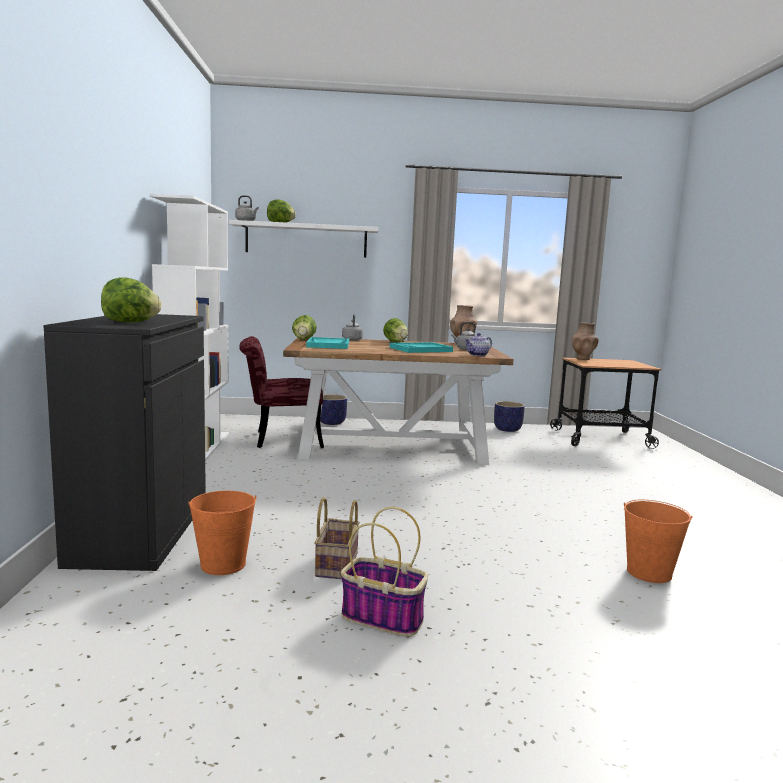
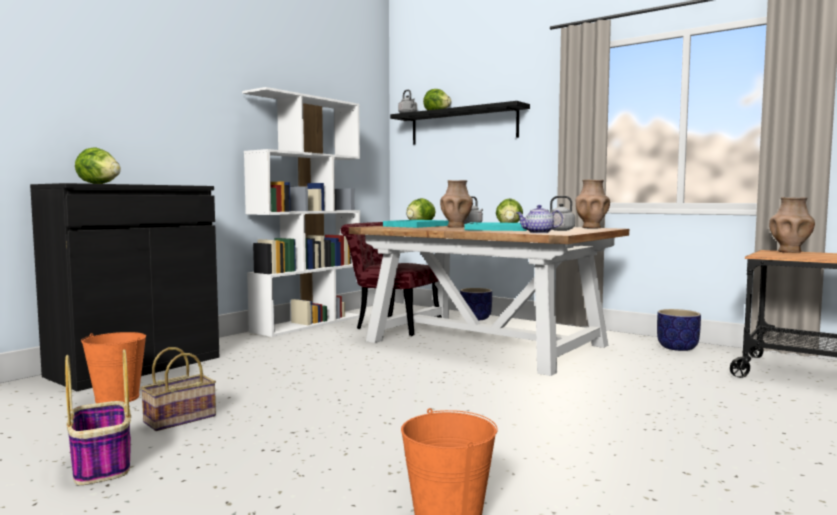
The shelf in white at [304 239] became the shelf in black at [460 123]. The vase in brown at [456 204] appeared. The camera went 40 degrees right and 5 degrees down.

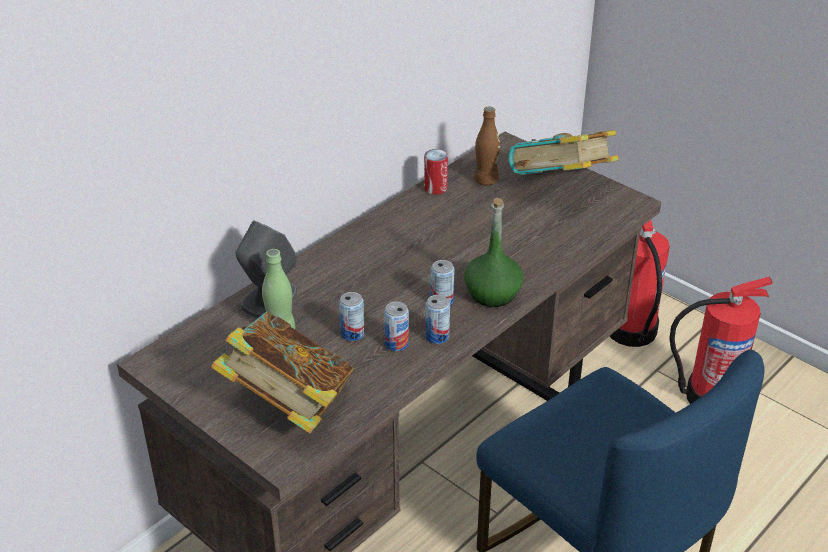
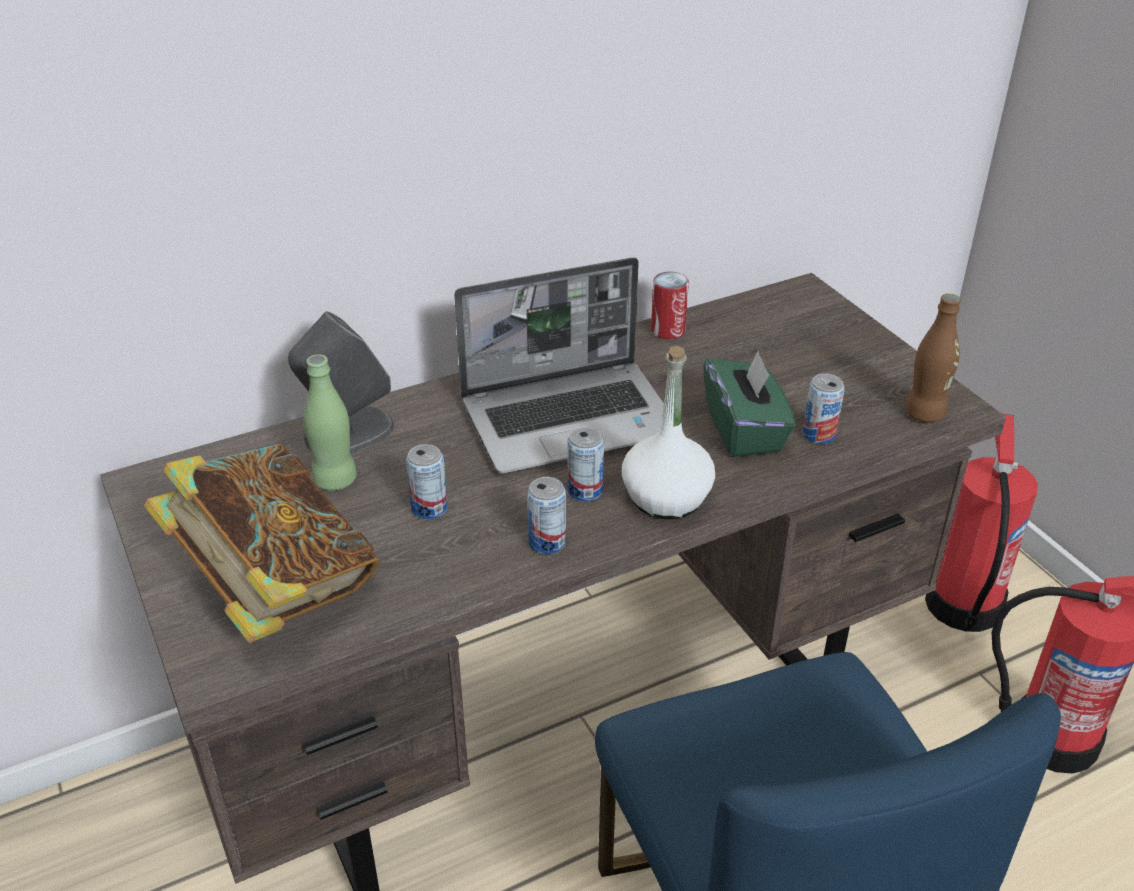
The laptop at [559 366] appeared. The bottle in green at [494 252] became the bottle in white at [668 432]. The tissue box in green at [750 403] appeared. The can moved from [396 326] to [823 408]. The bottle in brown moved from [487 145] to [933 358]. The book at [563 152] disappeared. The camera went 20 degrees right and 0 degrees up.

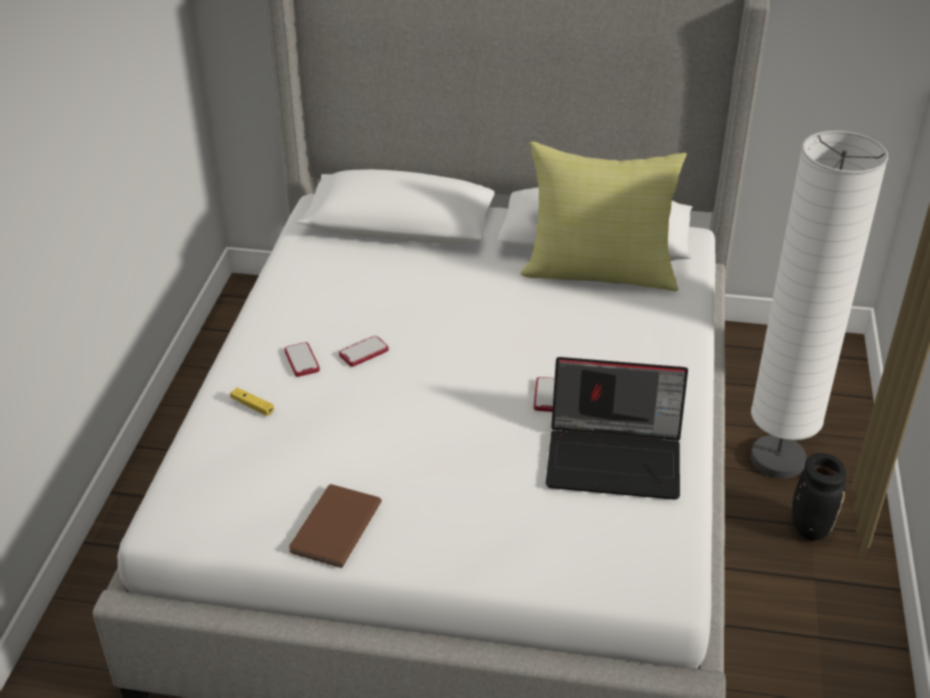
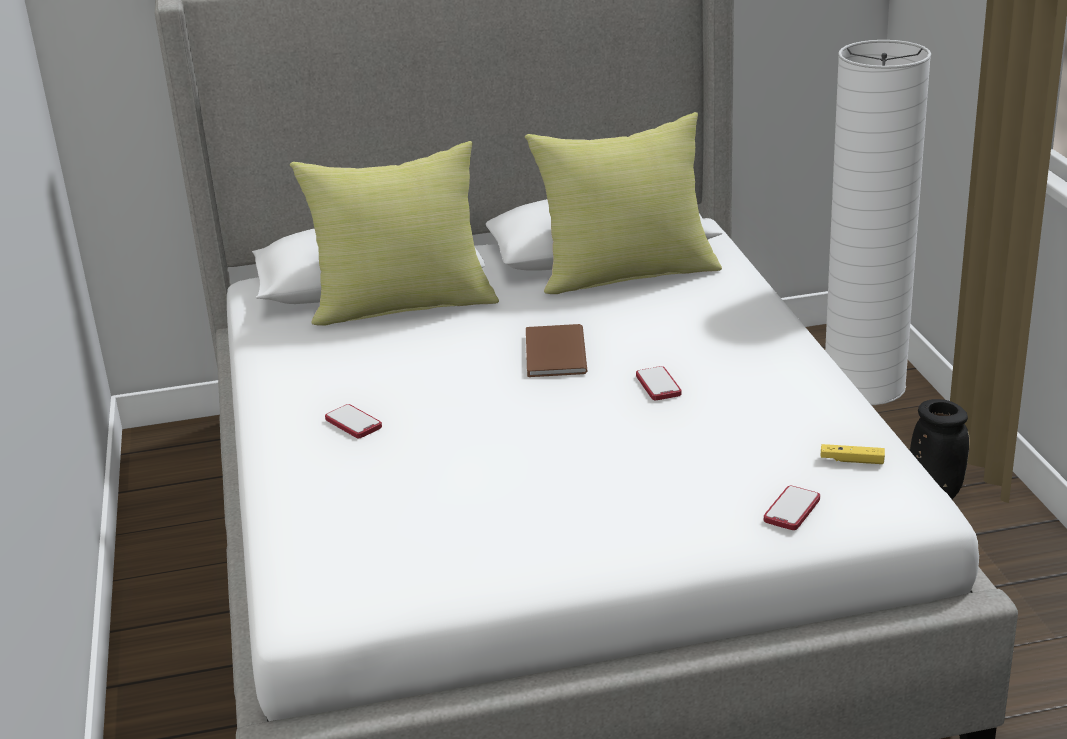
The pillow in yellow at [394 233] appeared. The book in brown moved from [335 526] to [556 350]. The phone moved from [364 351] to [792 508]. The game controller in yellow moved from [252 401] to [852 454]. The laptop at [617 428] disappeared. The camera went 20 degrees left and 10 degrees down.

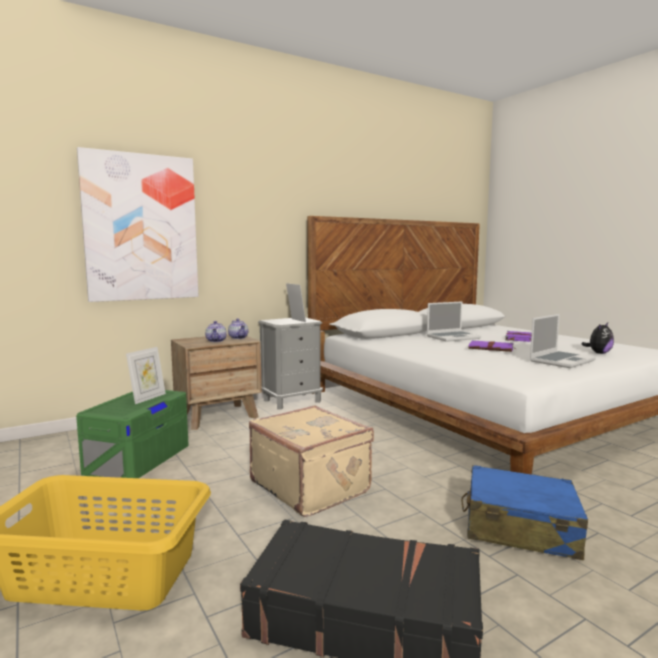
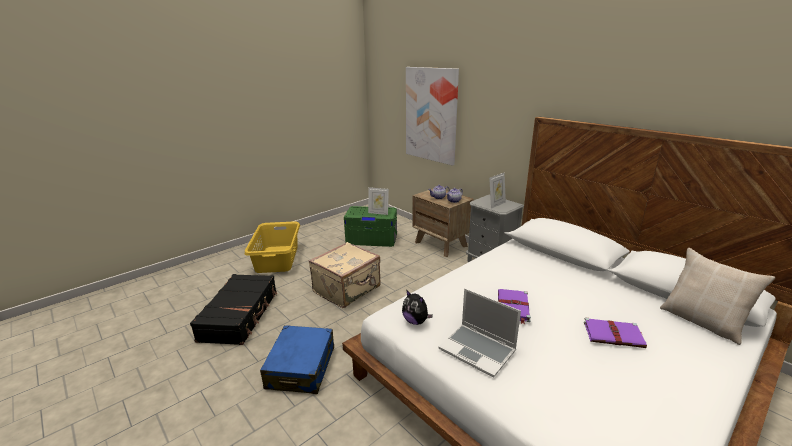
The plush toy moved from [598 338] to [417 307]. The pillow in beige at [717 296] appeared. The laptop at [454 322] disappeared. The camera went 80 degrees right and 15 degrees up.

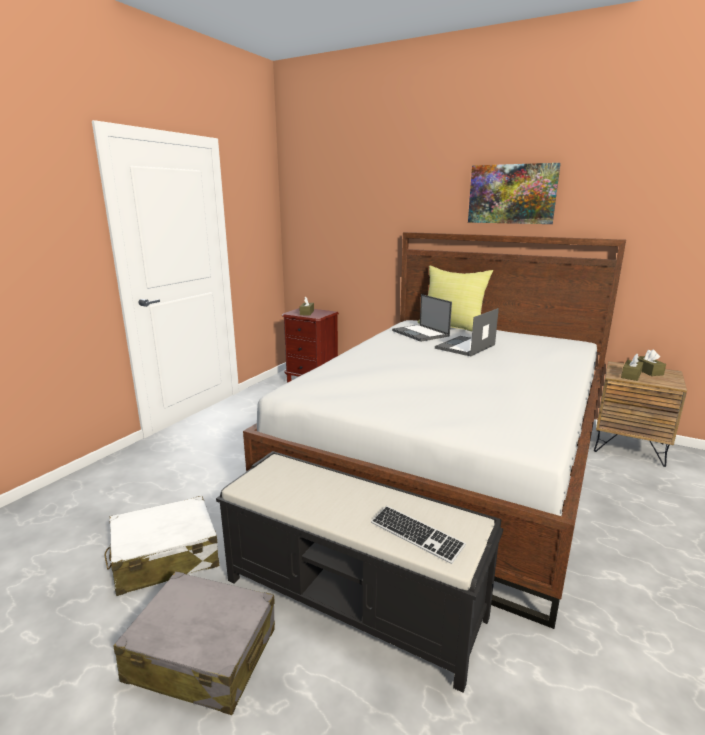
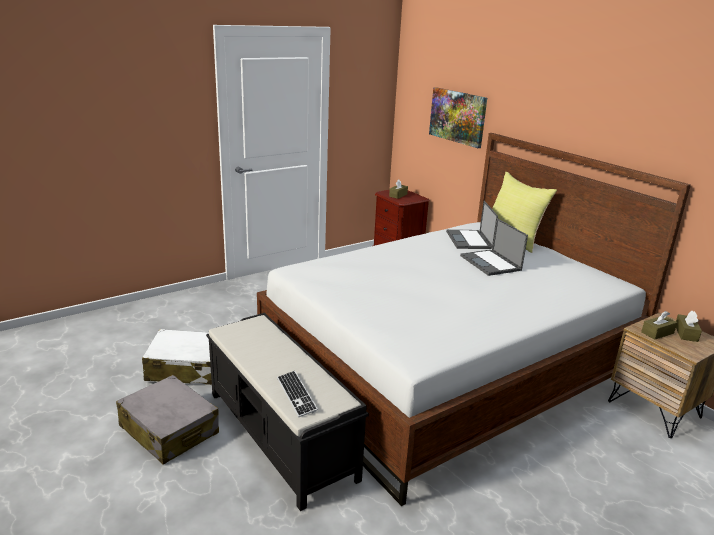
The picture moved from [514 193] to [458 117]. The laptop at [467 332] turned 90 degrees counterclockwise. The camera went 25 degrees right and 5 degrees up.

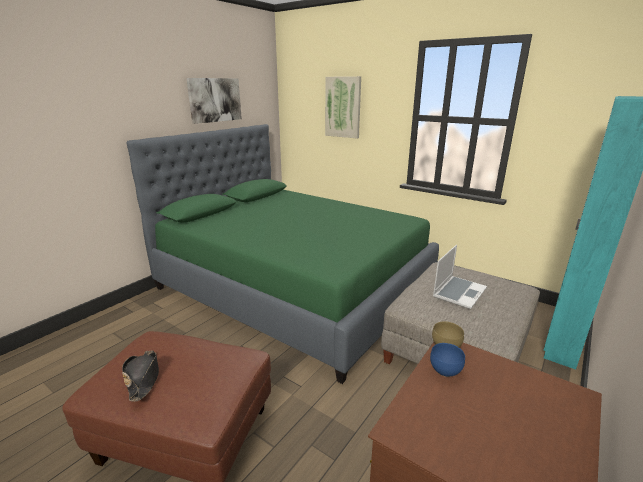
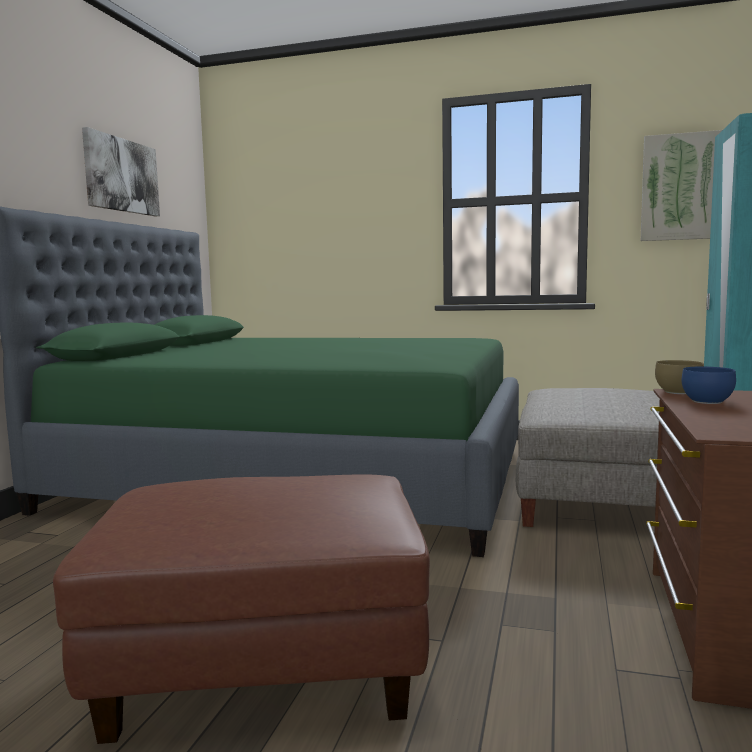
The picture moved from [343 107] to [681 185]. The hat in black at [140 376] disappeared. The laptop at [460 277] disappeared. The camera went 20 degrees left and 15 degrees down.

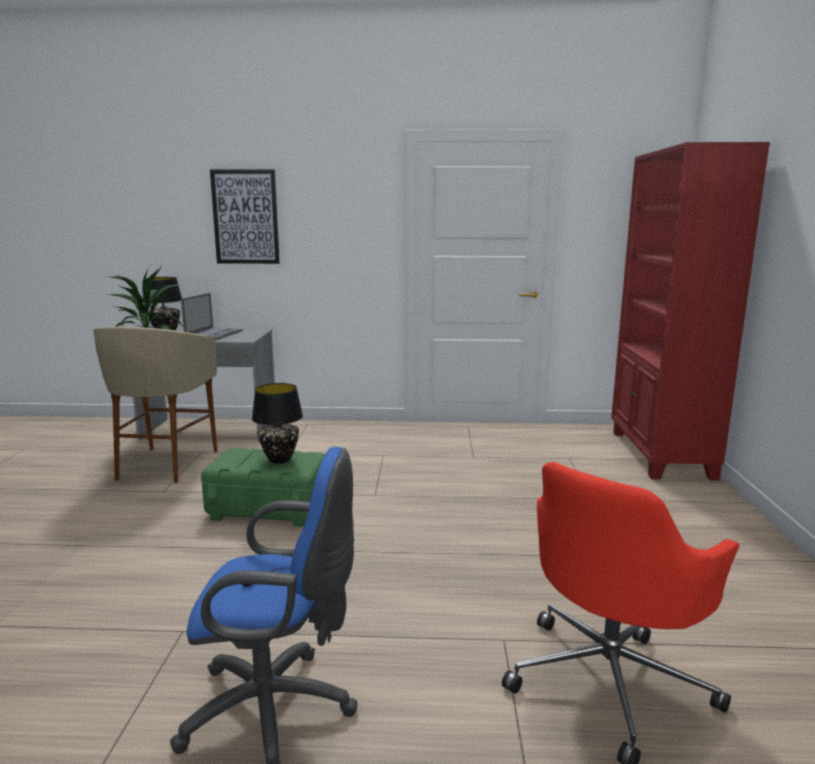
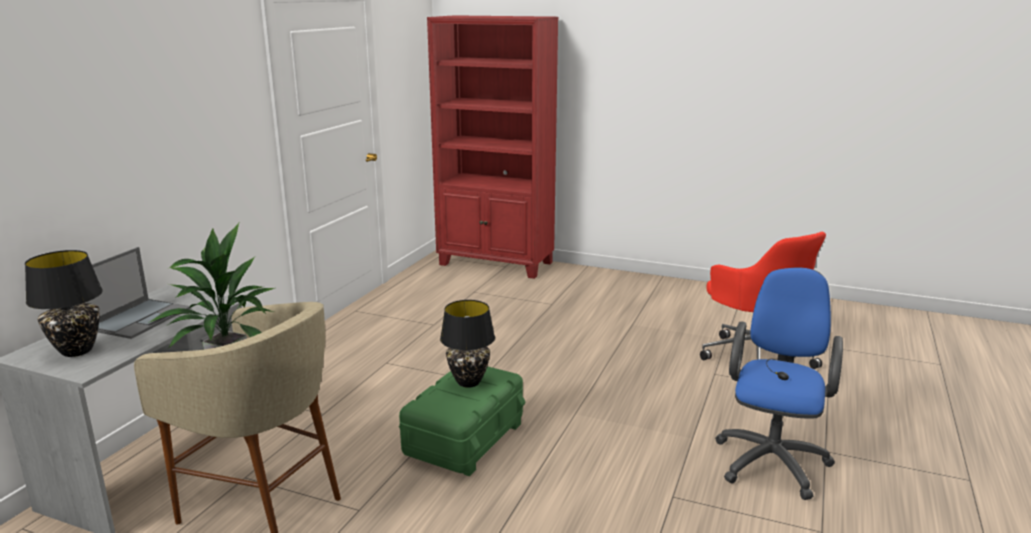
The laptop at [212 316] turned 75 degrees clockwise. The picture at [245 216] disappeared. The camera went 70 degrees left and 5 degrees up.

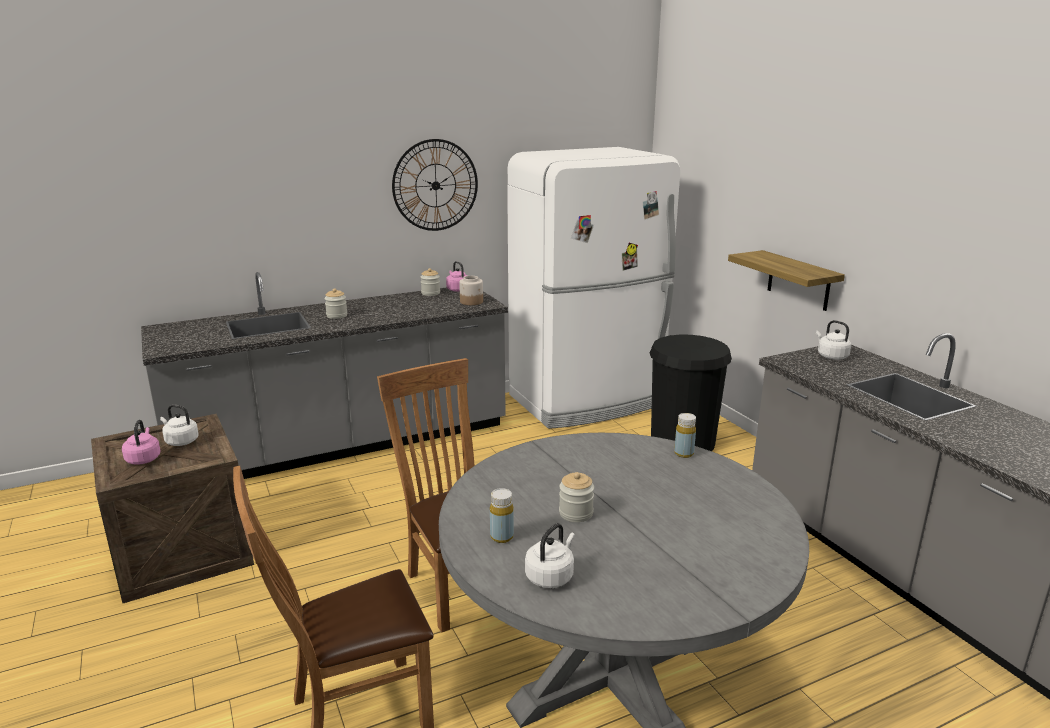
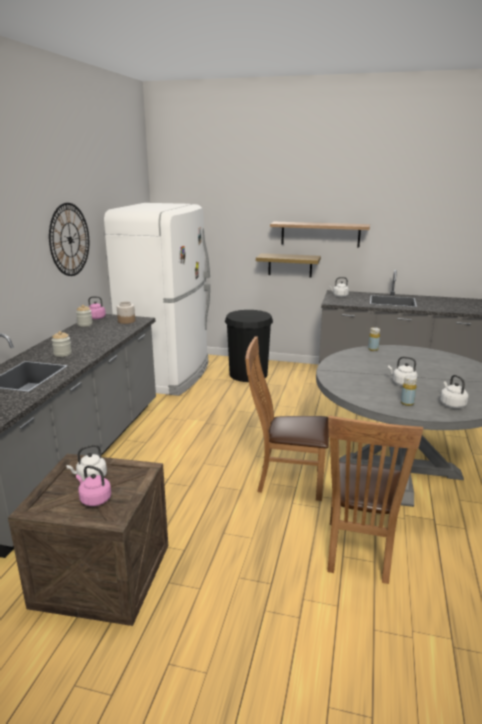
The shelf at [320 234] appeared. The jar at [576 497] was replaced by the kettle in white at [402 371]. The camera went 50 degrees left and 0 degrees up.

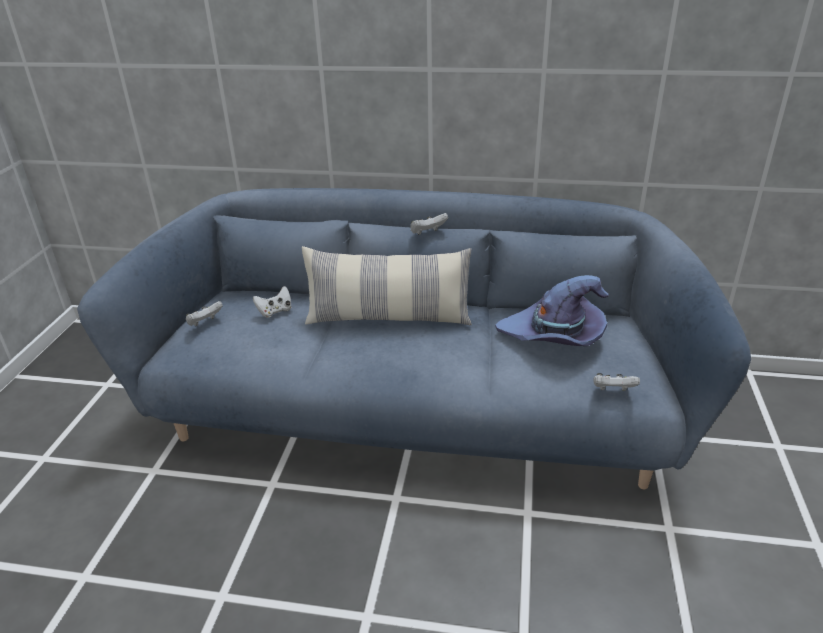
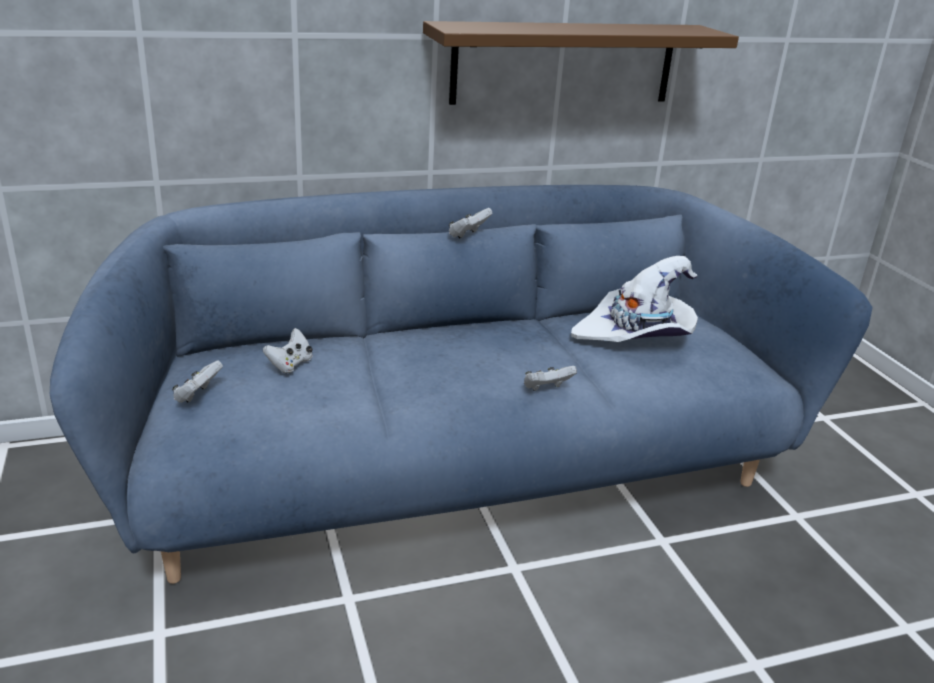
The shelf in brown at [581 63] appeared. The game controller in white moved from [616 382] to [550 378]. The hat in purple at [552 310] became the hat in white at [634 299]. The pillow at [387 285] disappeared. The camera went 30 degrees left and 5 degrees down.

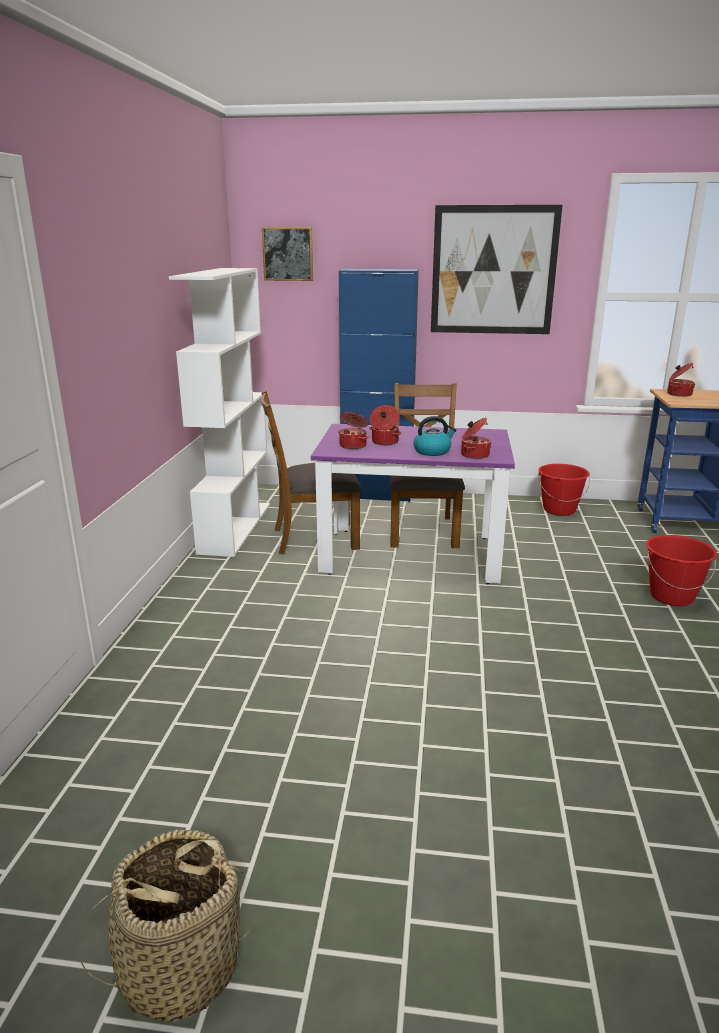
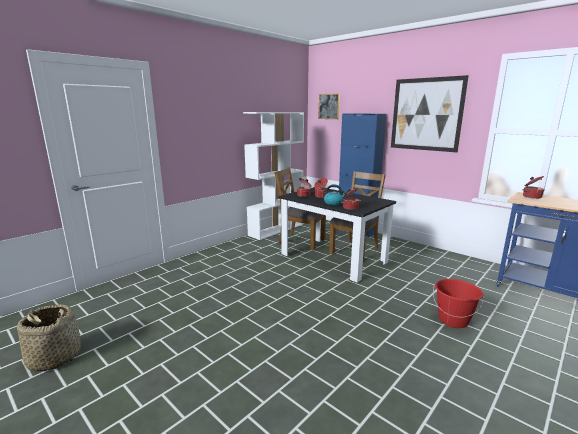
The dining table in purple at [413 504] became the dining table in black at [337 235]. The bucket in red at [564 490] disappeared. The camera went 35 degrees right and 5 degrees down.

